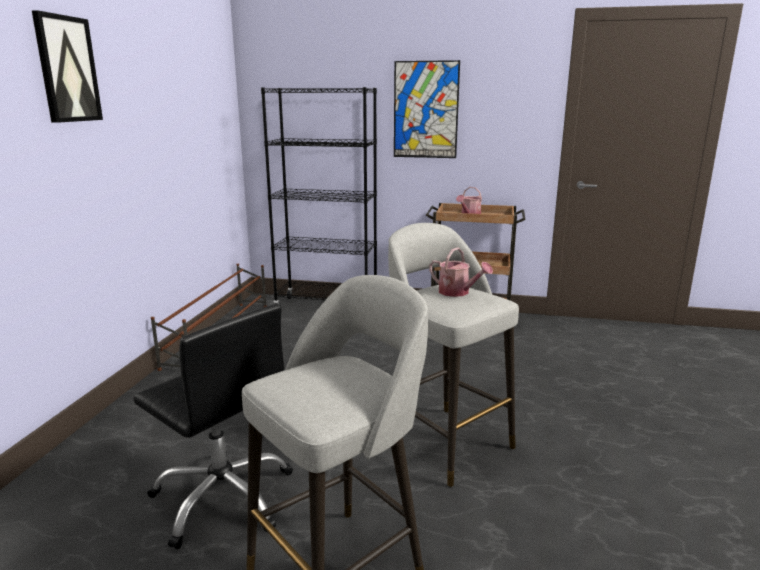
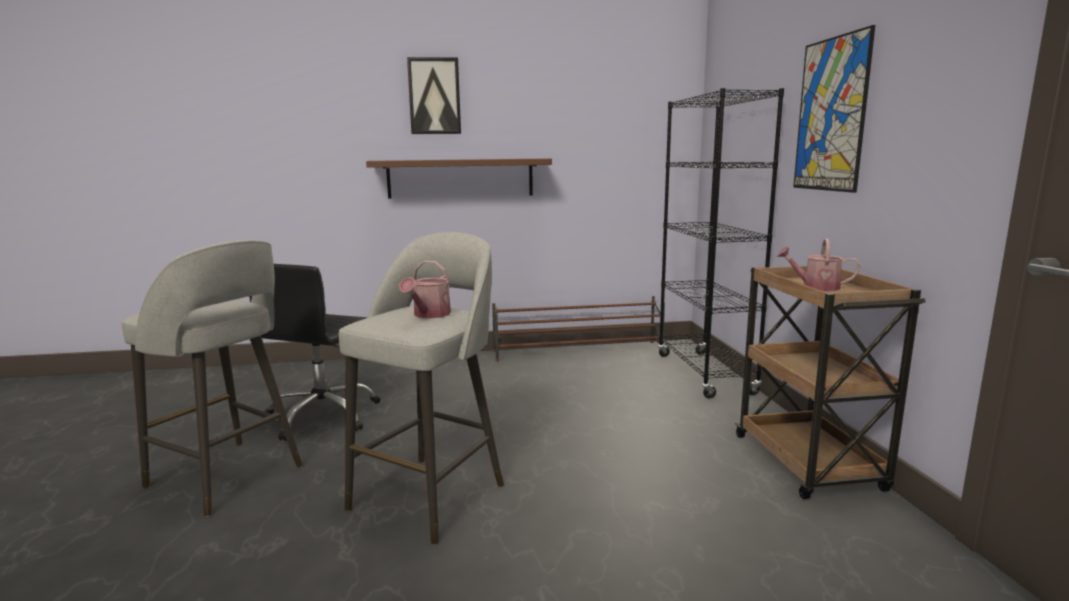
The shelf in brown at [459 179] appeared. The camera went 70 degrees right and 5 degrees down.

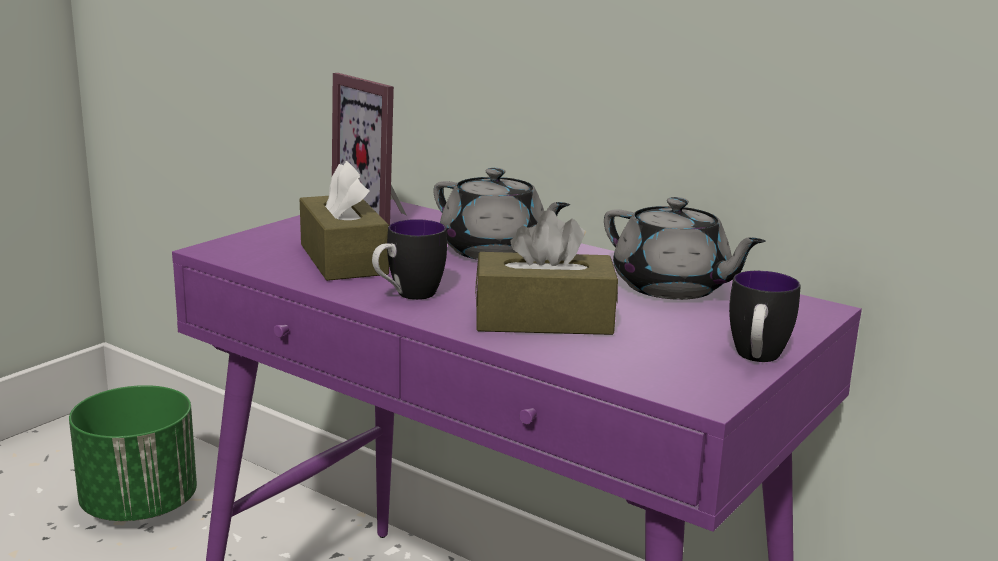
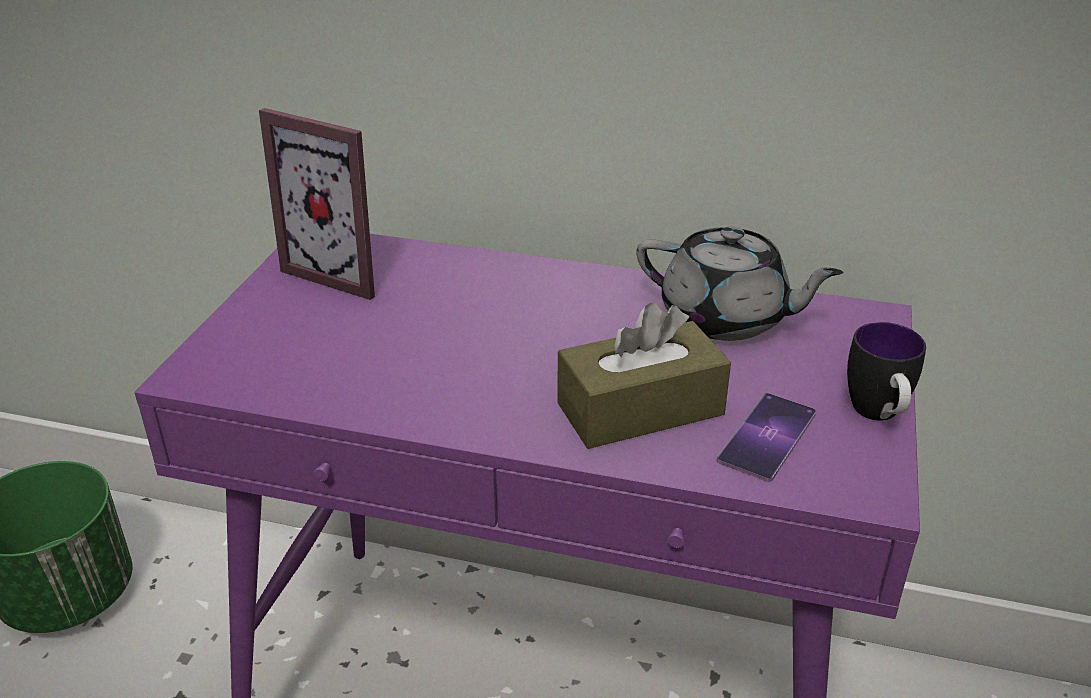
The phone at [766 437] appeared. The tissue box in brown at [344 221] disappeared. The mug at [409 259] disappeared. The teapot in grey at [501 214] disappeared. The camera went 20 degrees left and 15 degrees up.

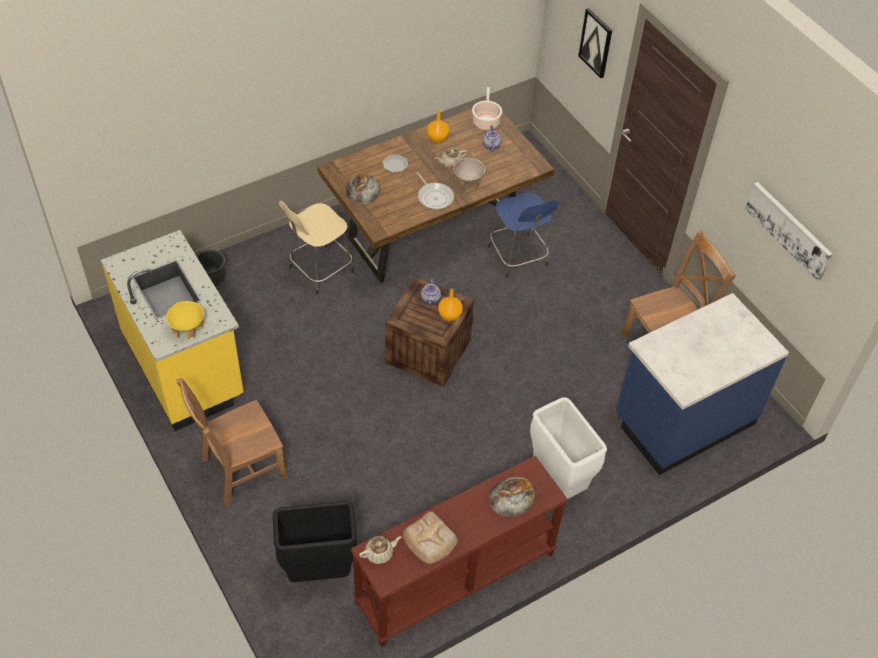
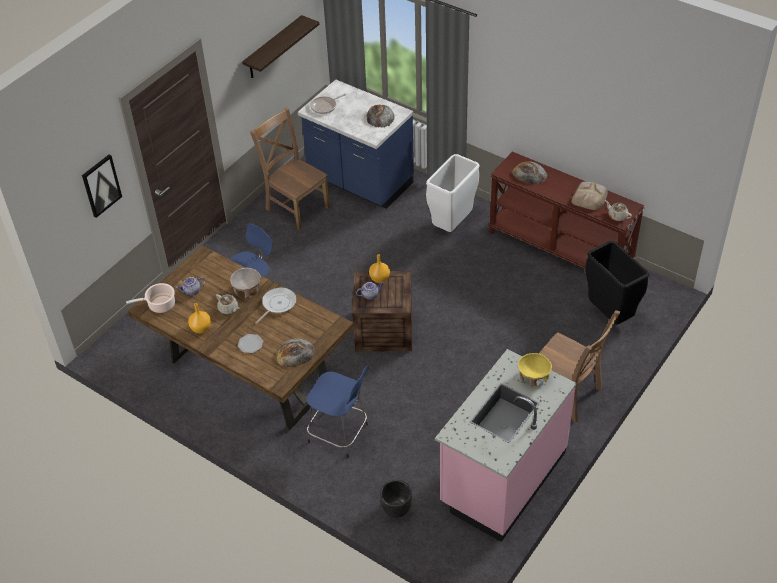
The picture at [789 231] was replaced by the shelf at [280 46]. The stool in beige at [316 247] became the stool in blue at [338 412]. The frying pan at [328 103] appeared. The bread at [381 116] appeared. The counter in yellow at [172 330] became the counter in pink at [506 445]. The camera went 110 degrees left and 5 degrees down.

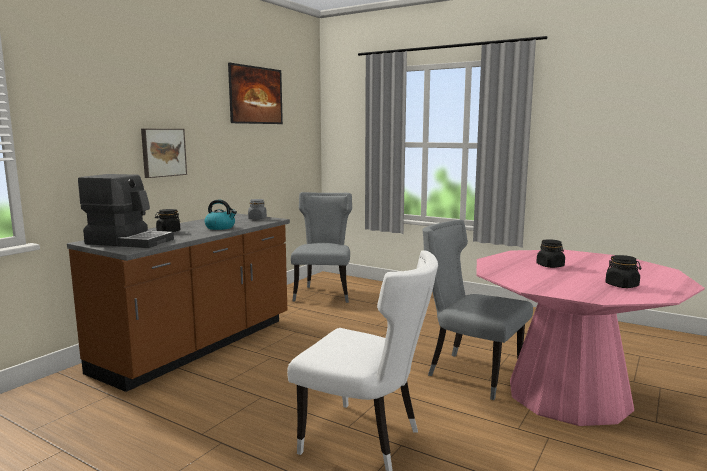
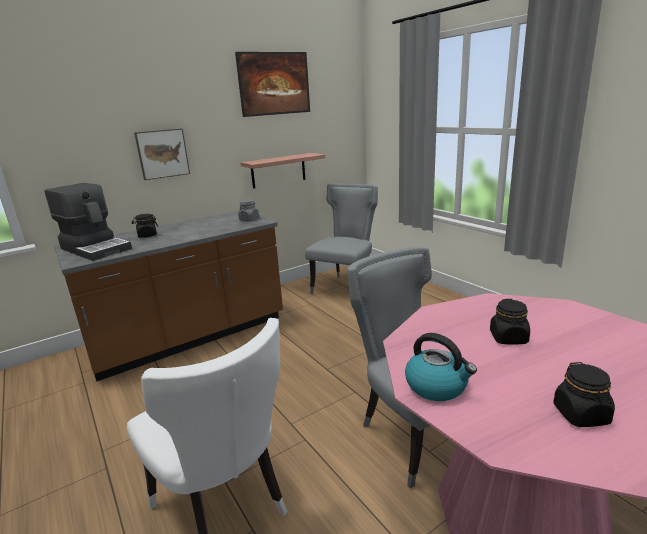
The shelf at [283 171] appeared. The kettle moved from [220 215] to [441 367]. The camera went 25 degrees right and 10 degrees up.

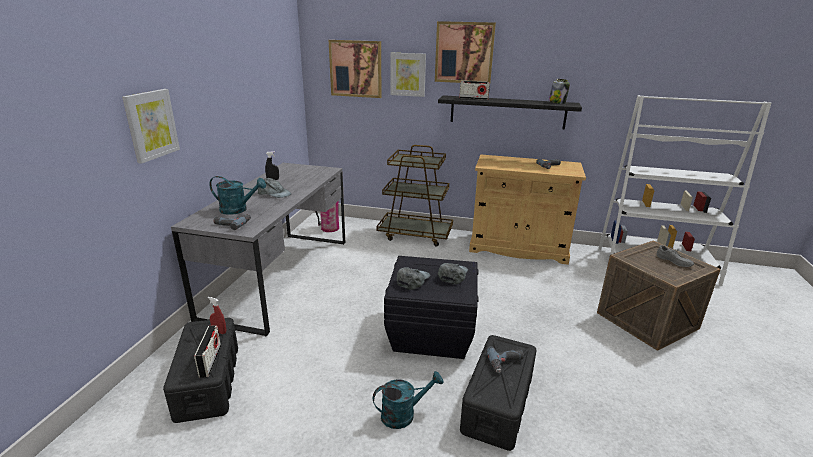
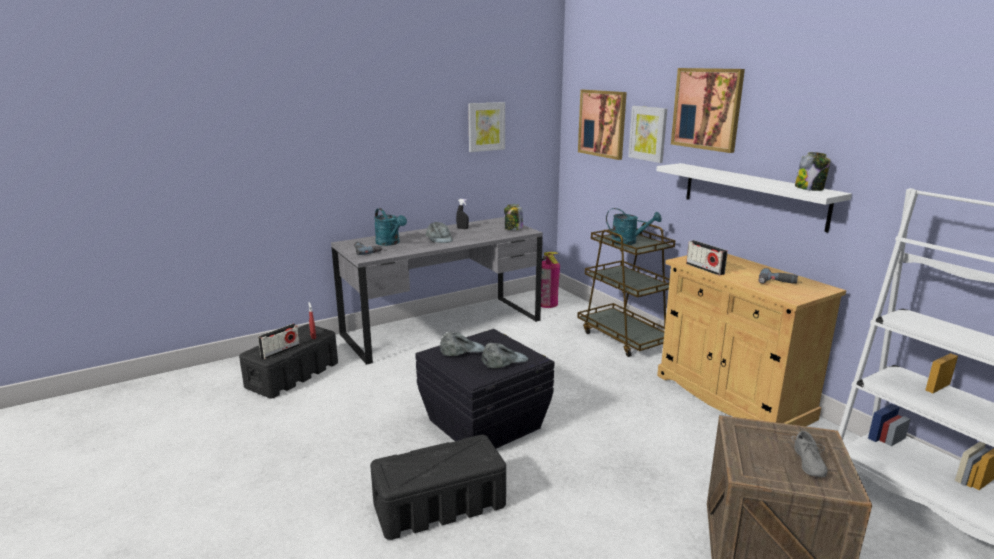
The picture moved from [151 126] to [486 127]. The jar at [513 217] appeared. The watering can in turquoise moved from [408 400] to [634 226]. The shelf in black at [510 112] became the shelf in white at [754 198]. The radio moved from [474 90] to [707 257]. The power drill at [505 360] disappeared. The camera went 45 degrees right and 5 degrees down.

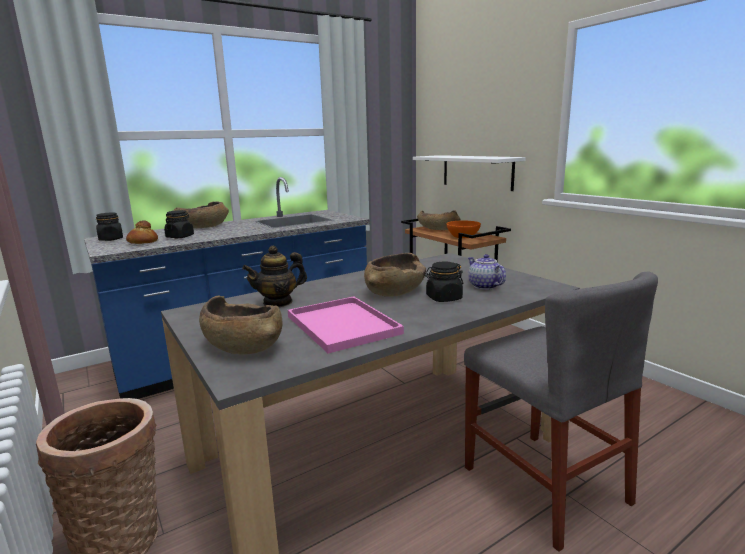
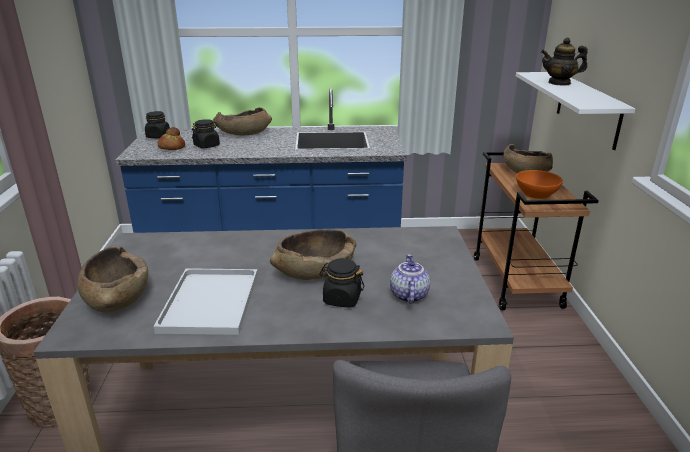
The tray in pink at [346 324] became the tray in white at [205 301]. The teapot moved from [274 276] to [564 62]. The camera went 30 degrees right and 10 degrees up.

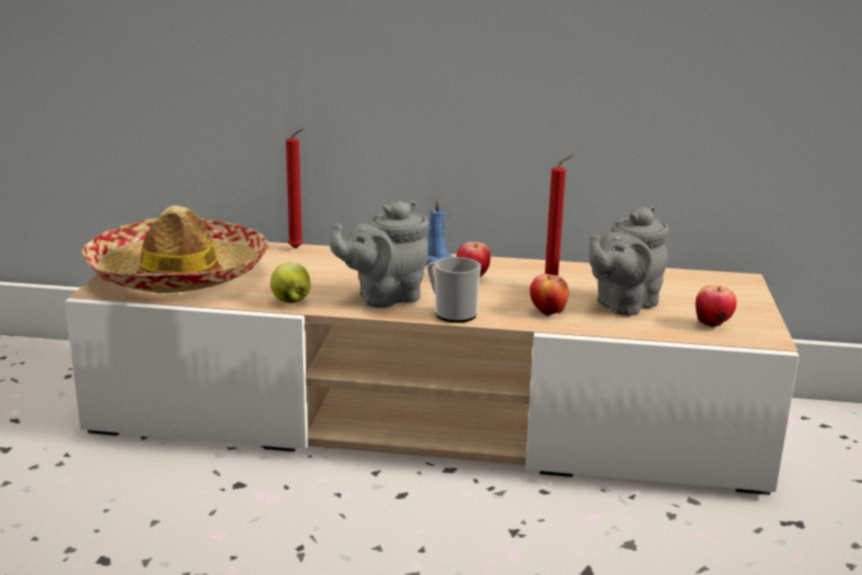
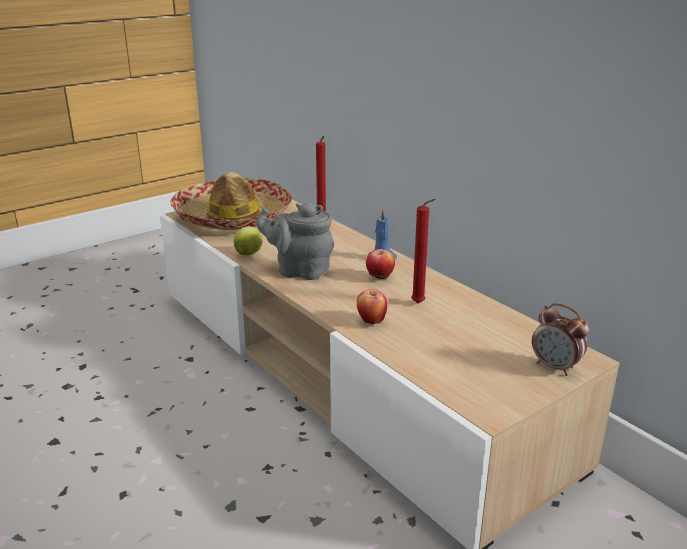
The alarm clock at [560 339] appeared. The mug at [454 290] disappeared. The teapot in grey at [629 261] disappeared. The apple at [716 306] disappeared. The camera went 45 degrees right and 5 degrees up.

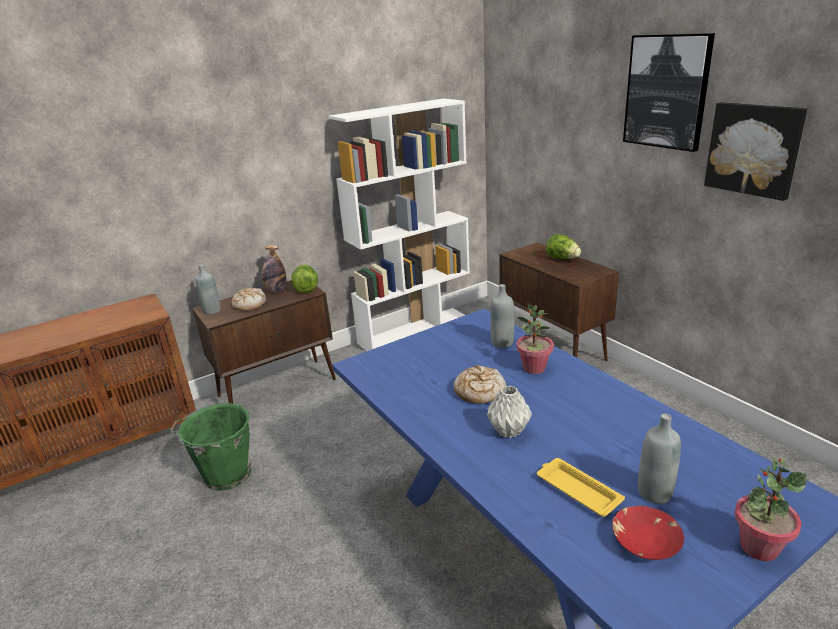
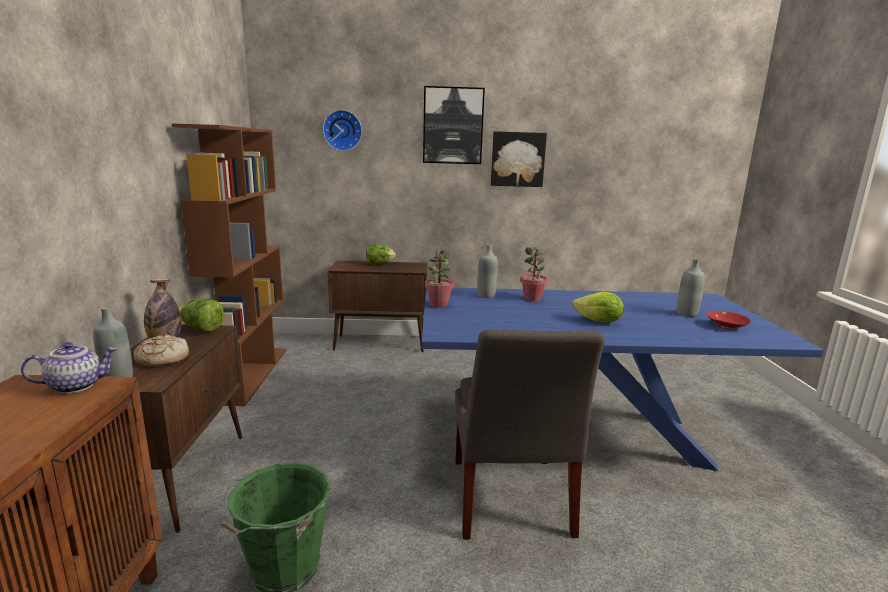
The teapot at [69 368] appeared. The bookcase in white at [399 224] became the bookcase in brown at [229 265]. The wall clock at [342 130] appeared. The potted plant moved from [770 509] to [439 278]. The chair in grey at [530 434] appeared. The vase in grey at [509 411] was replaced by the lettuce at [598 307]. The bread at [480 384] disappeared. The tray in yellow at [581 487] disappeared. The camera went 60 degrees left and 10 degrees down.

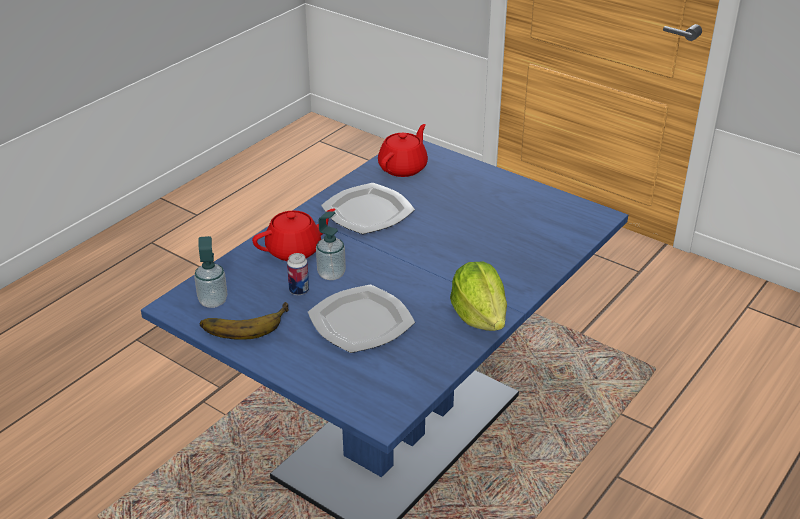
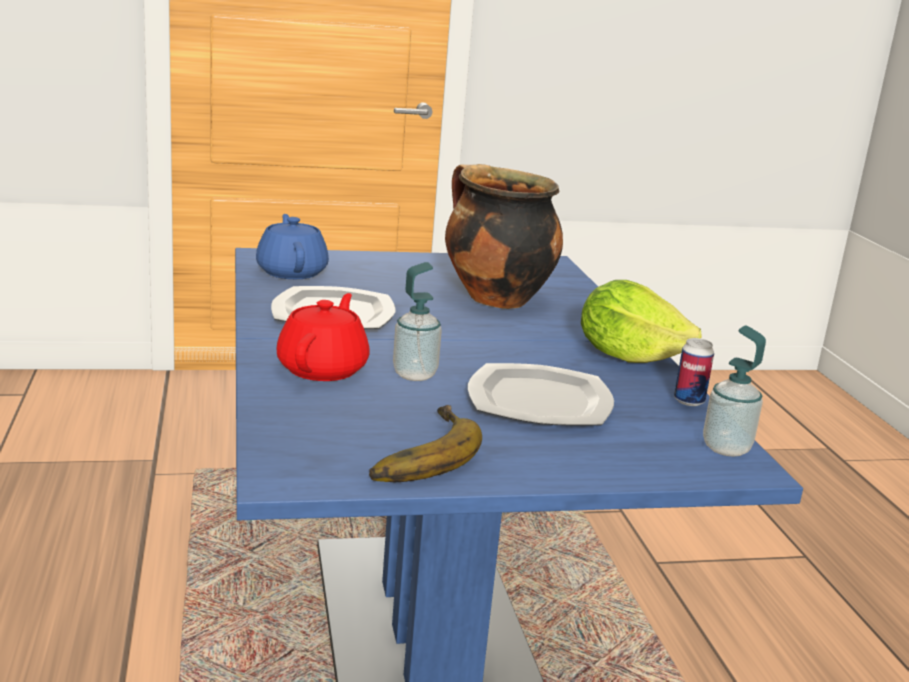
The teapot in red at [403 150] became the teapot in blue at [292 246]. The cooking pot at [504 236] appeared. The can moved from [298 274] to [694 372]. The soap dispenser moved from [210 272] to [734 391]. The camera went 50 degrees left and 15 degrees down.

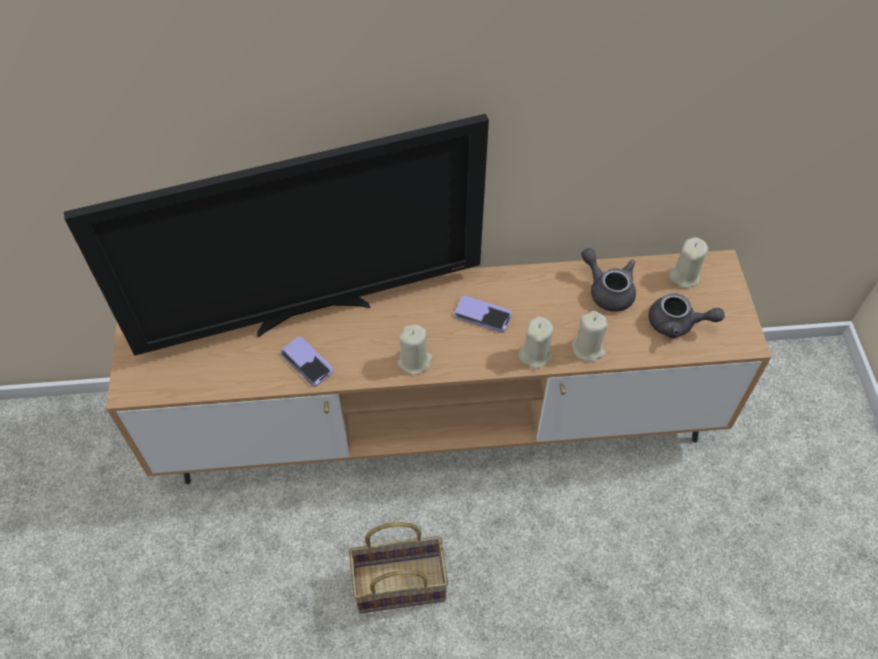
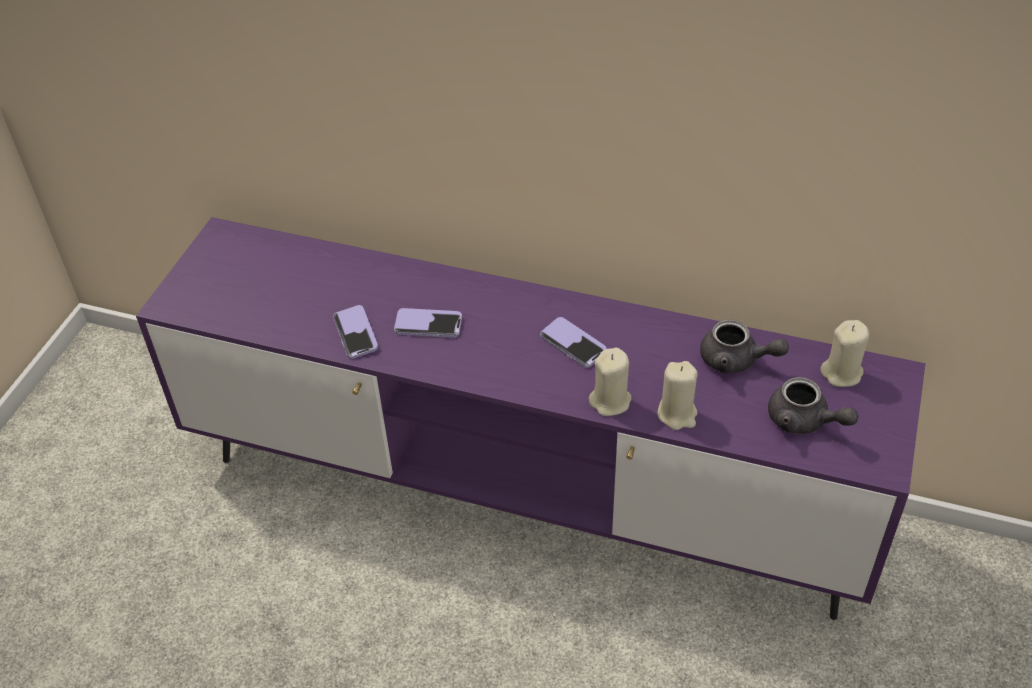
The tv stand in brown at [438 366] became the tv stand in purple at [530 418]. The phone at [428 323] appeared. The teapot in grey at [608 280] turned 135 degrees clockwise. The television at [276 235] disappeared. The basket at [398 567] disappeared. The candle in beige at [415 349] disappeared. The camera went 25 degrees right and 10 degrees down.

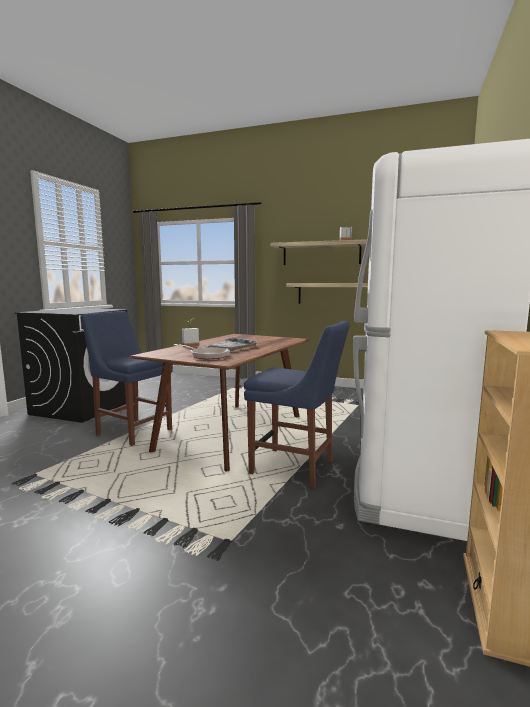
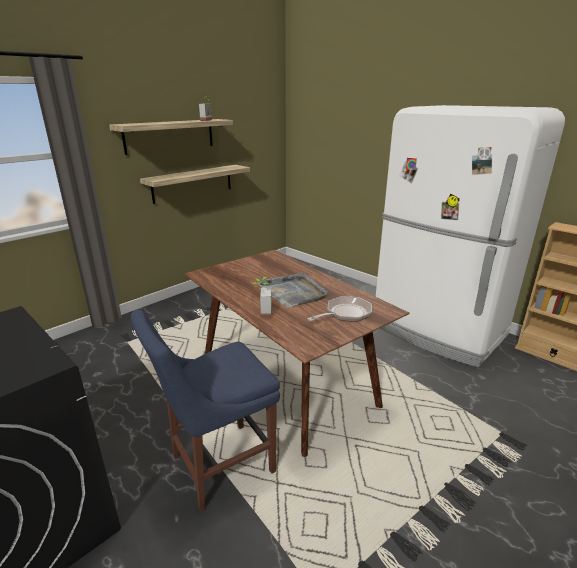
The chair in blue at [297 404] disappeared. The camera went 65 degrees left and 15 degrees up.

